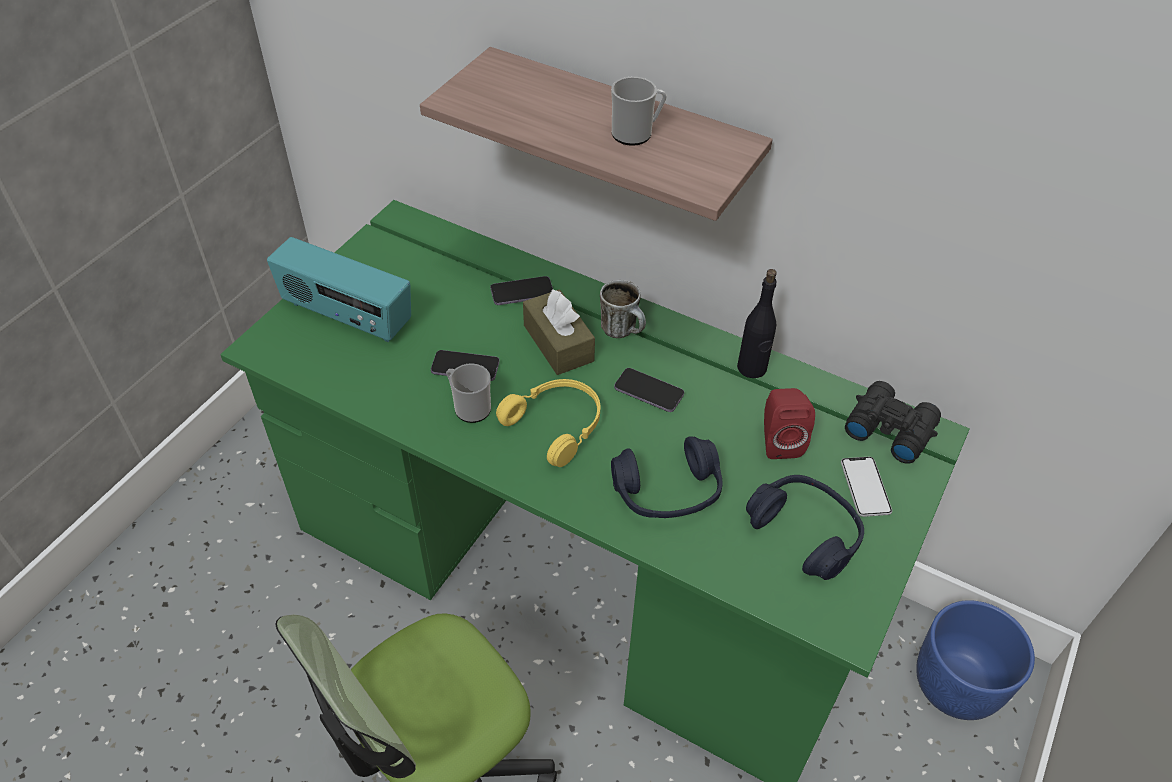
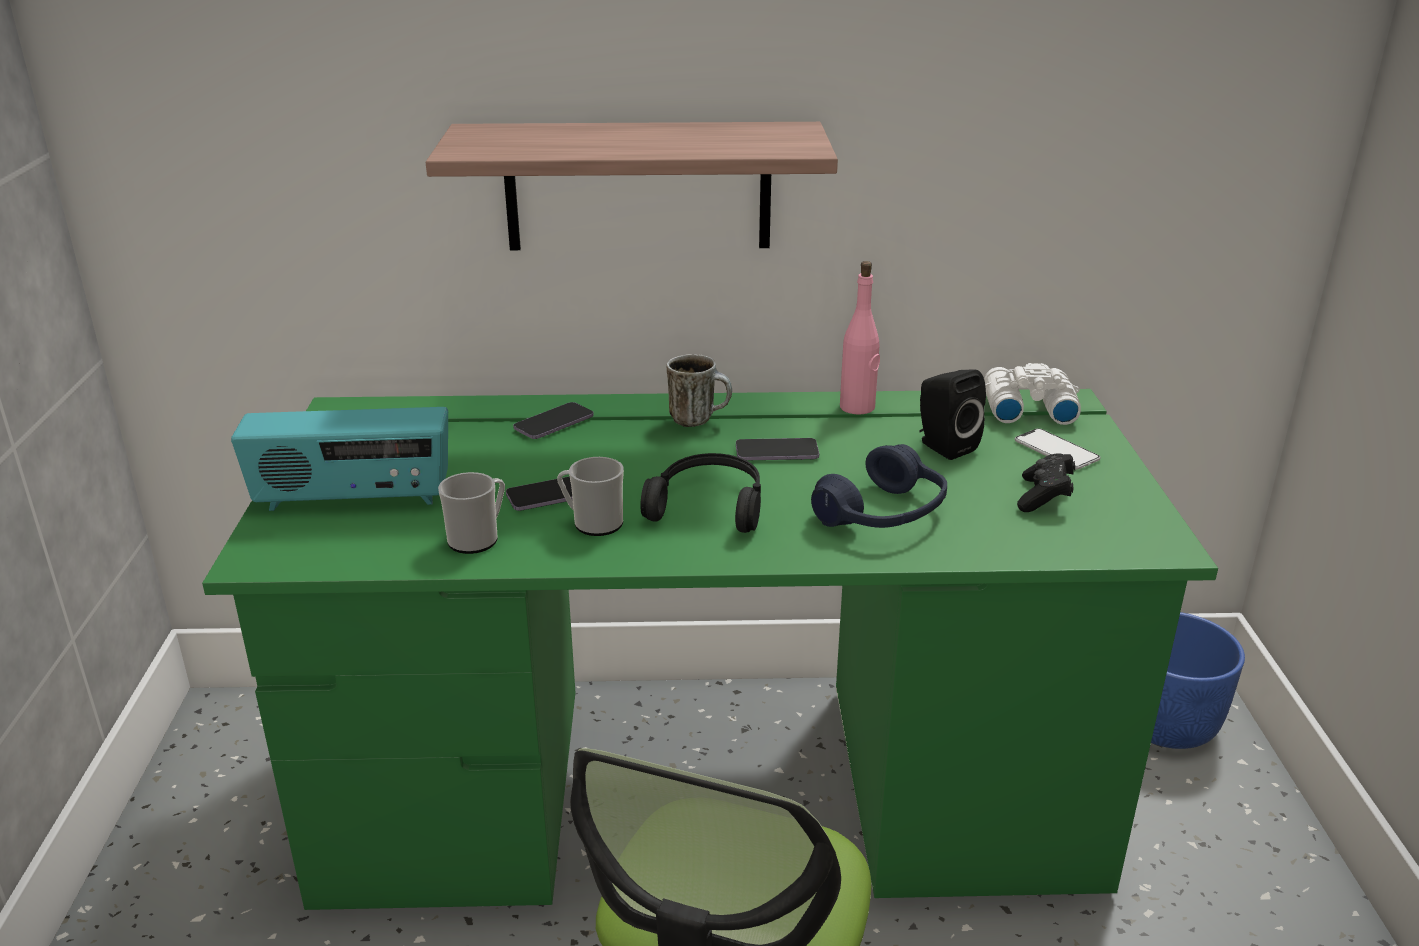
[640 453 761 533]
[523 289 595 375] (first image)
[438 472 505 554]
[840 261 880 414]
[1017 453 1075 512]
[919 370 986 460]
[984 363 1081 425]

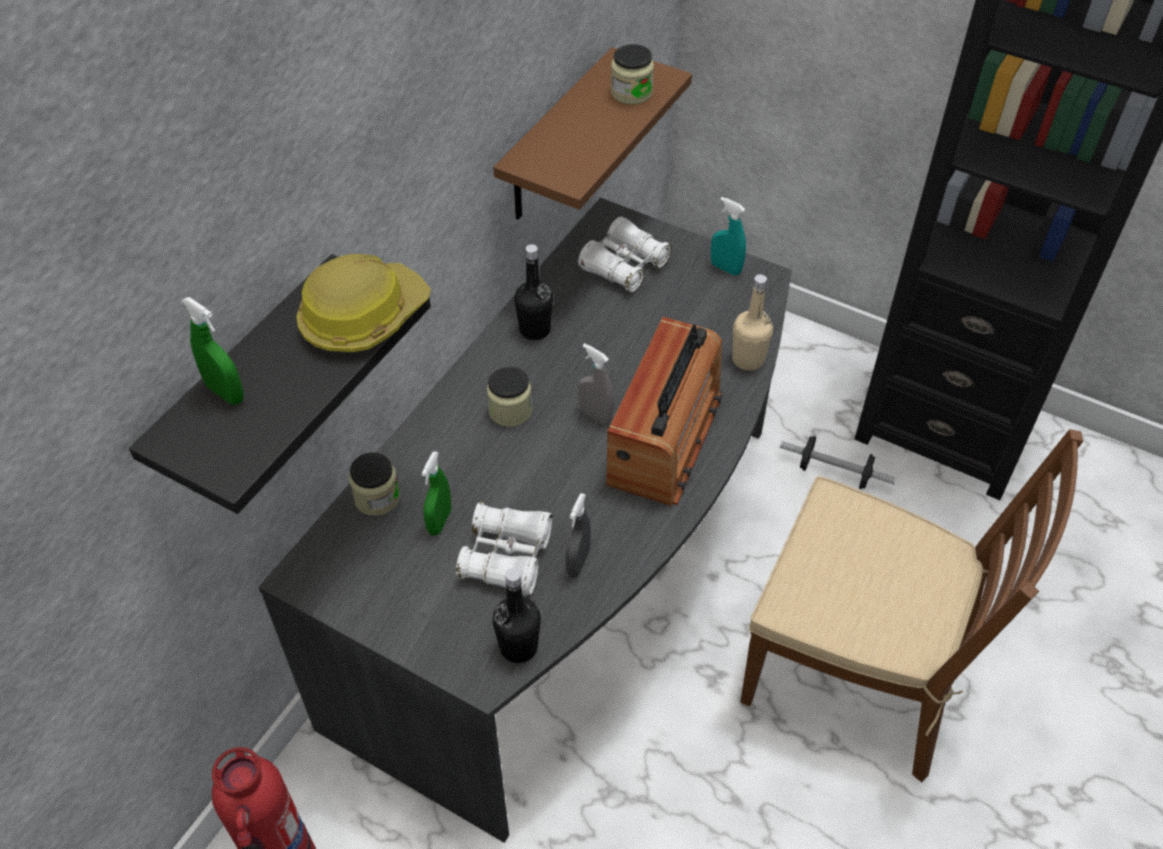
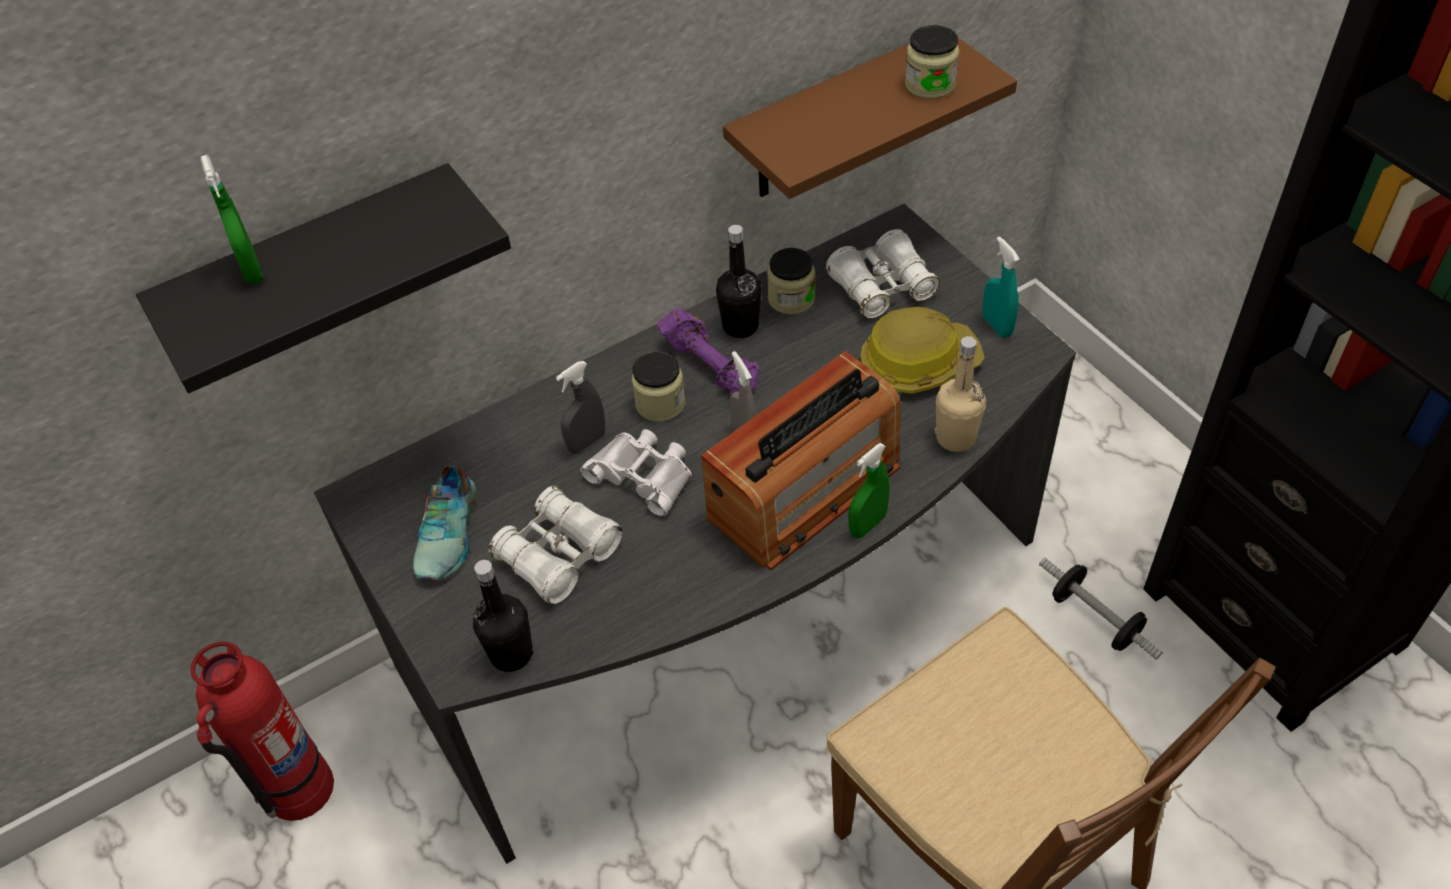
[860 307 985 394]
[767 248 815 315]
[848 443 890 538]
[556 361 605 454]
[413 465 476 580]
[580 429 692 517]
[657 308 759 397]

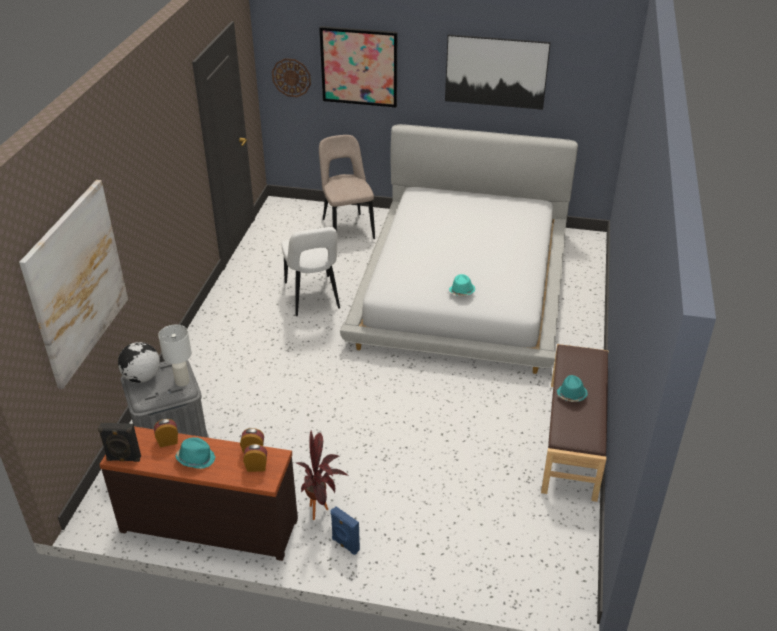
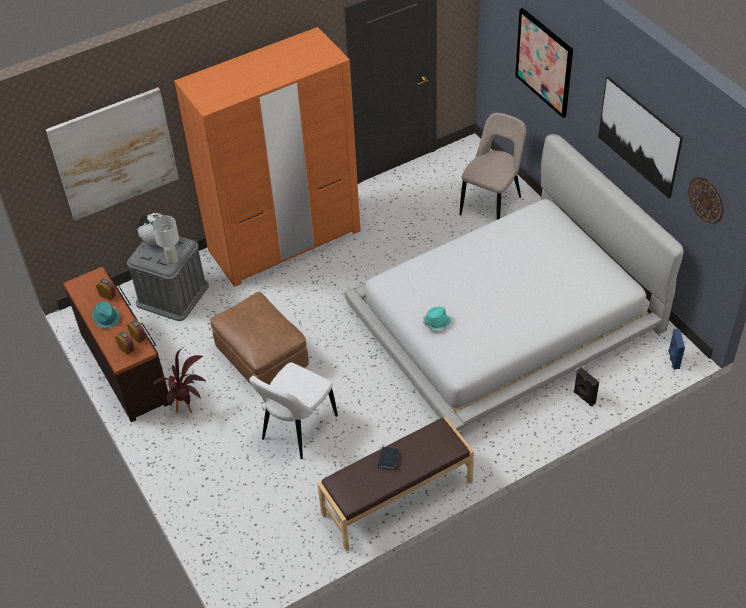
[574 368 599 406]
[688 177 724 224]
[249 362 338 459]
[668 329 685 370]
[378 447 399 470]
[174 27 361 287]
[210 292 309 385]

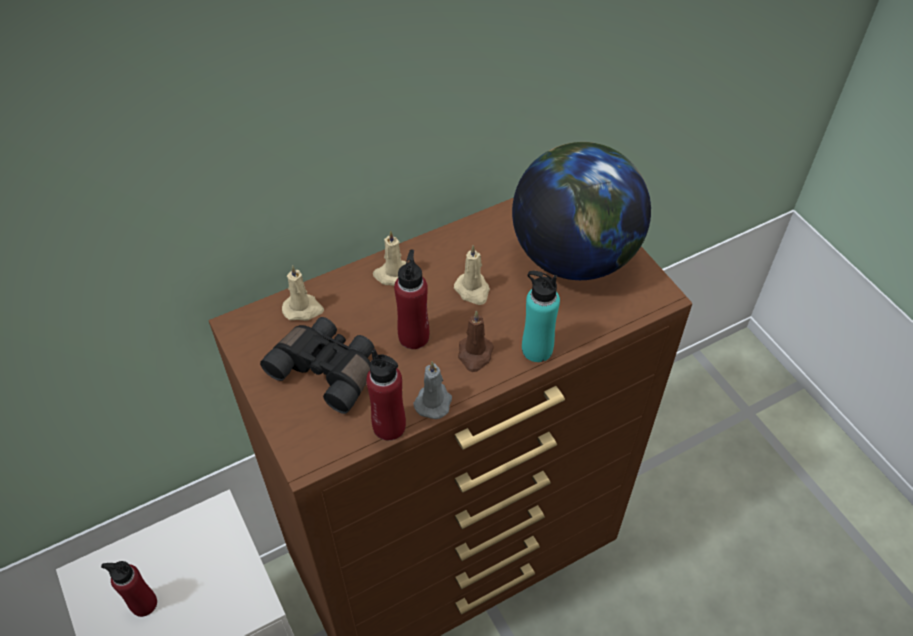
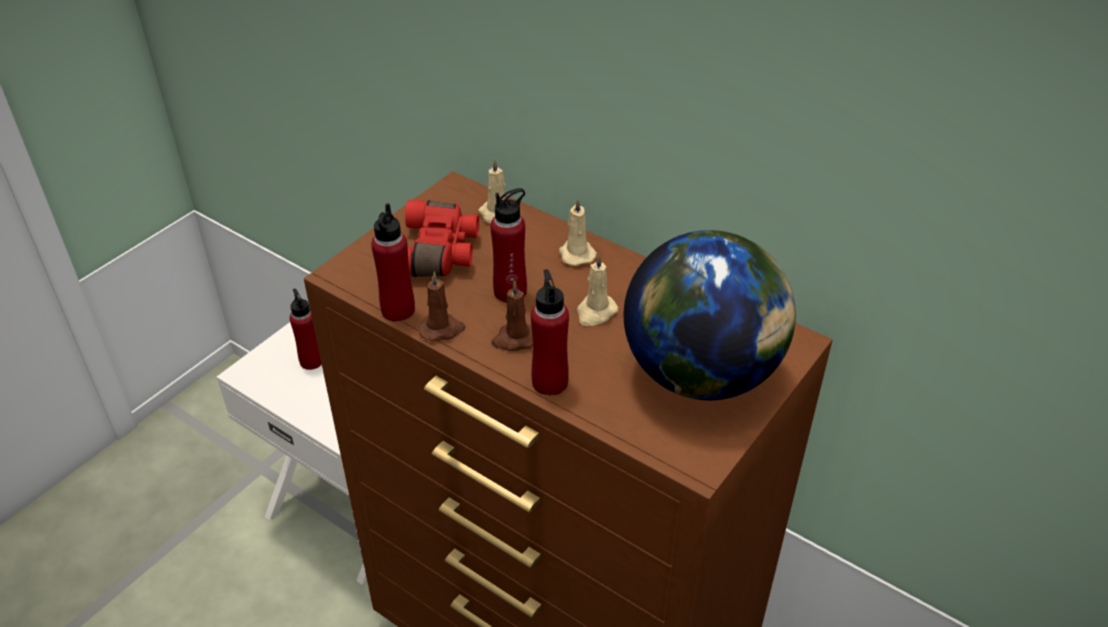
[405 200 479 277]
[418 271 466 341]
[531 269 569 396]

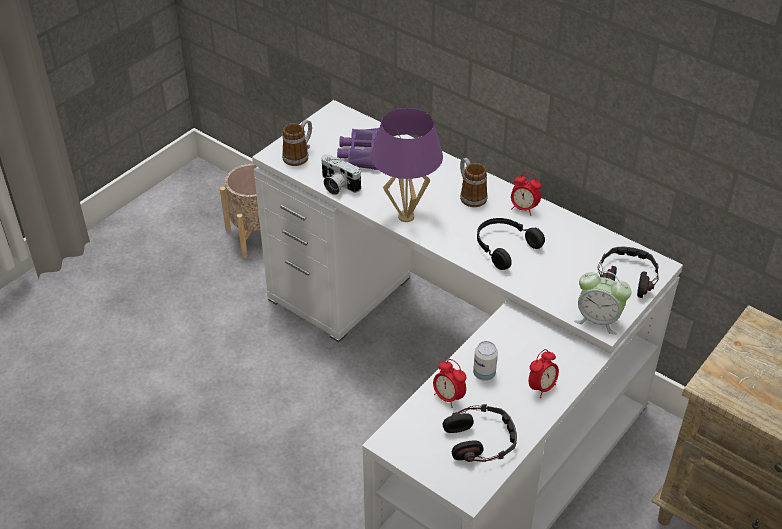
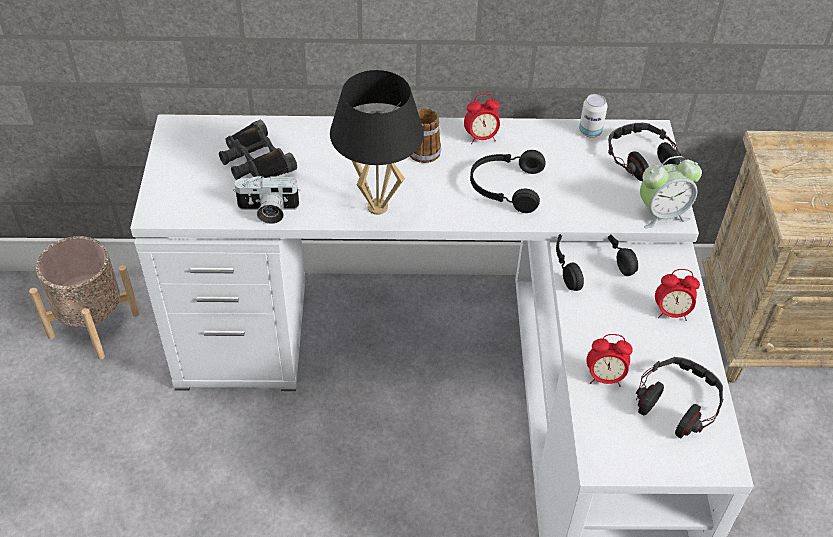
[282 120 312 166] (first image)
[219 120 297 180]
[330 70 424 215]
[579 94 608 137]
[655 269 700 321]
[556 234 638 291]

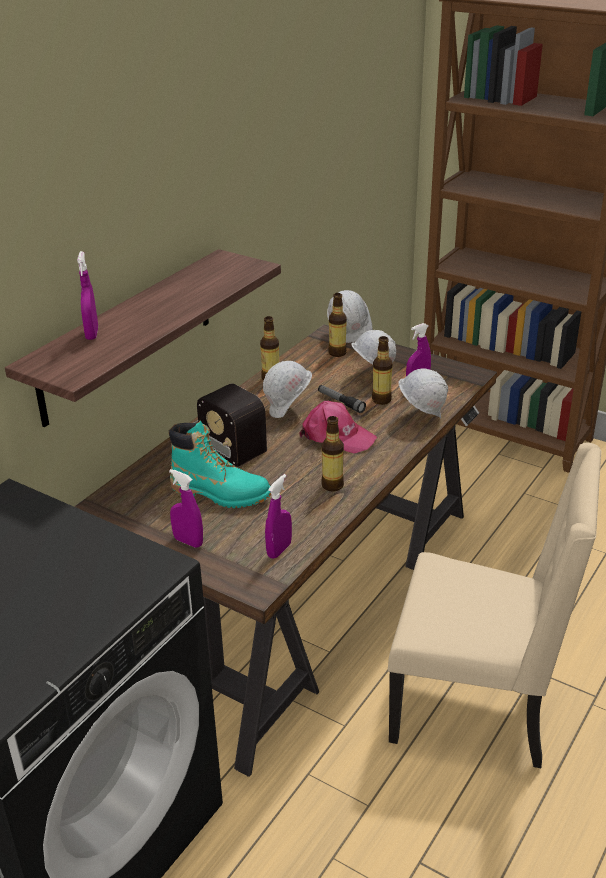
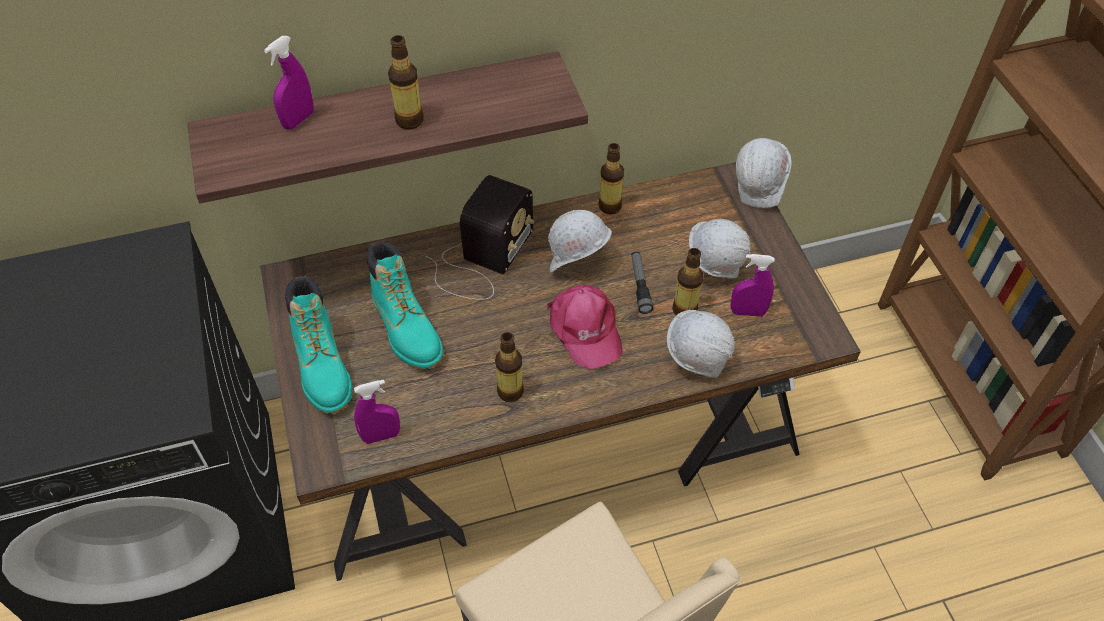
[285 276 352 414]
[426 175 534 300]
[388 35 424 129]

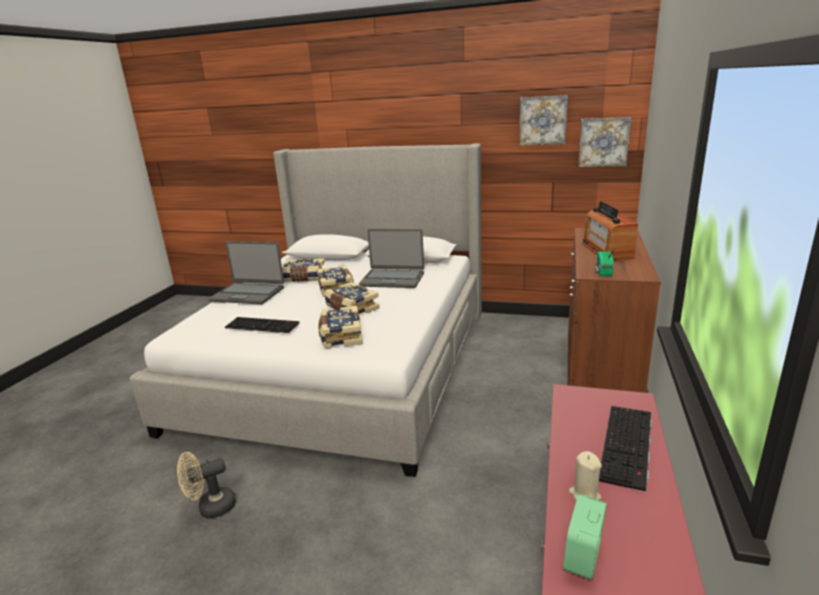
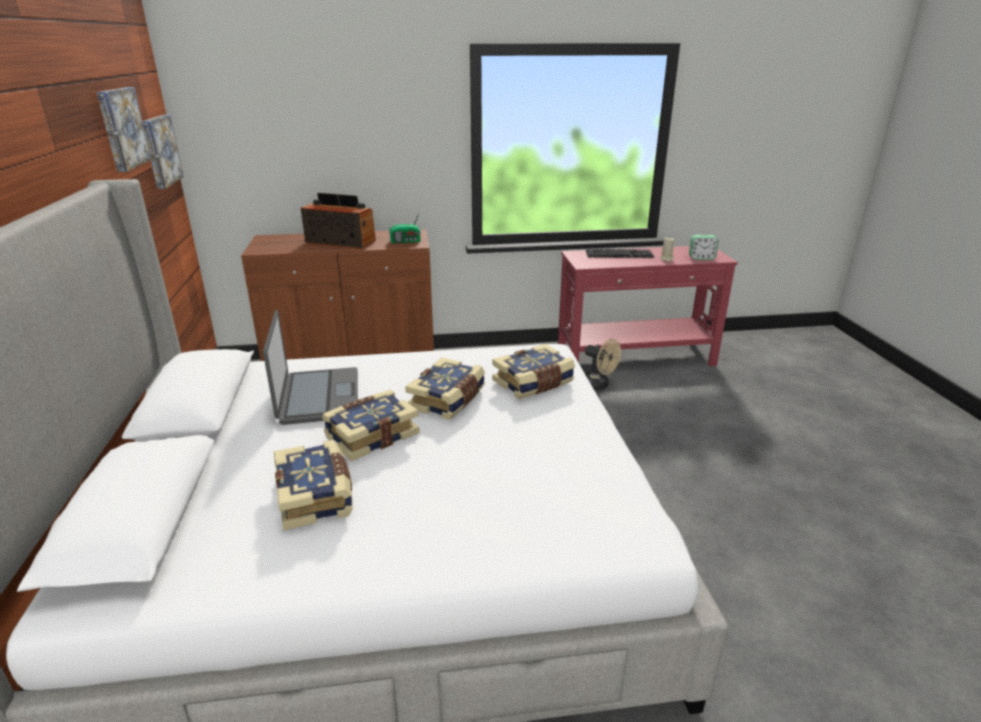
[585 339 621 390]
[209 241 284 304] (first image)
[225 317 300 333] (first image)
[301 193 376 249]

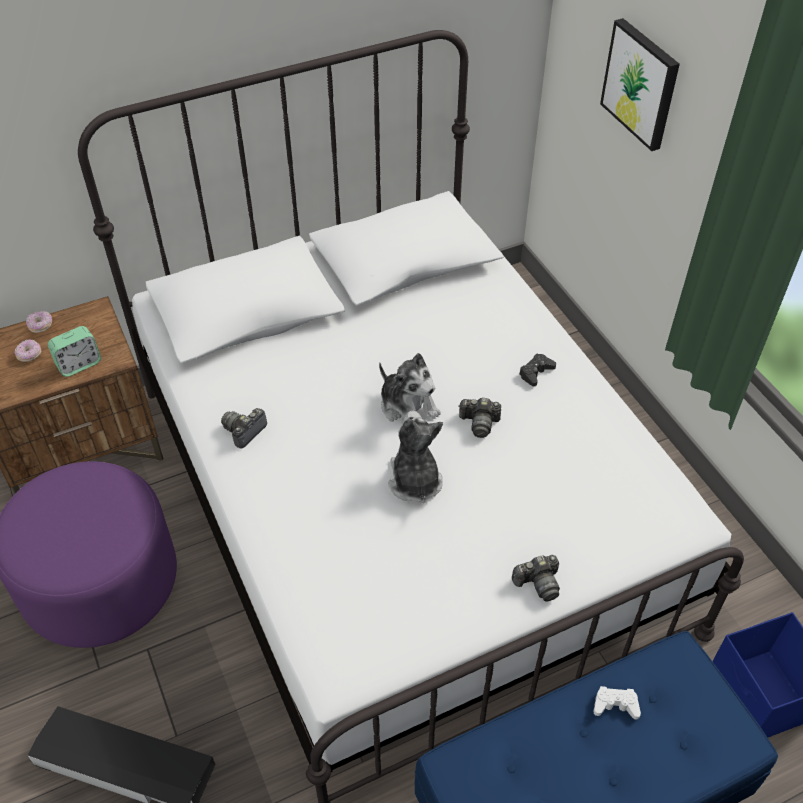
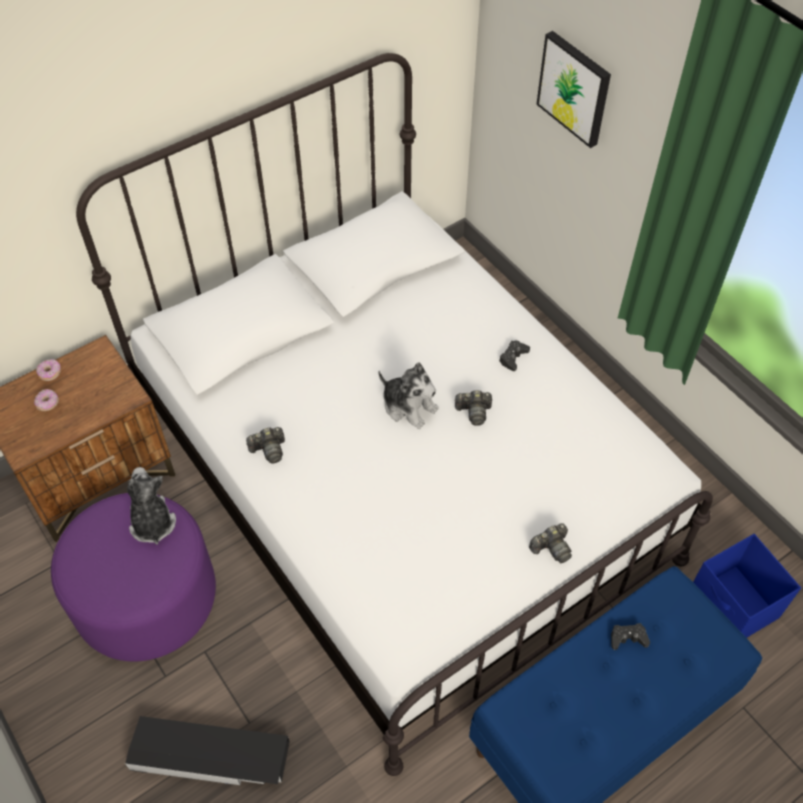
[48 326 101 377] (first image)
[246 427 285 464]
[127 467 176 545]
[611 623 650 650]

